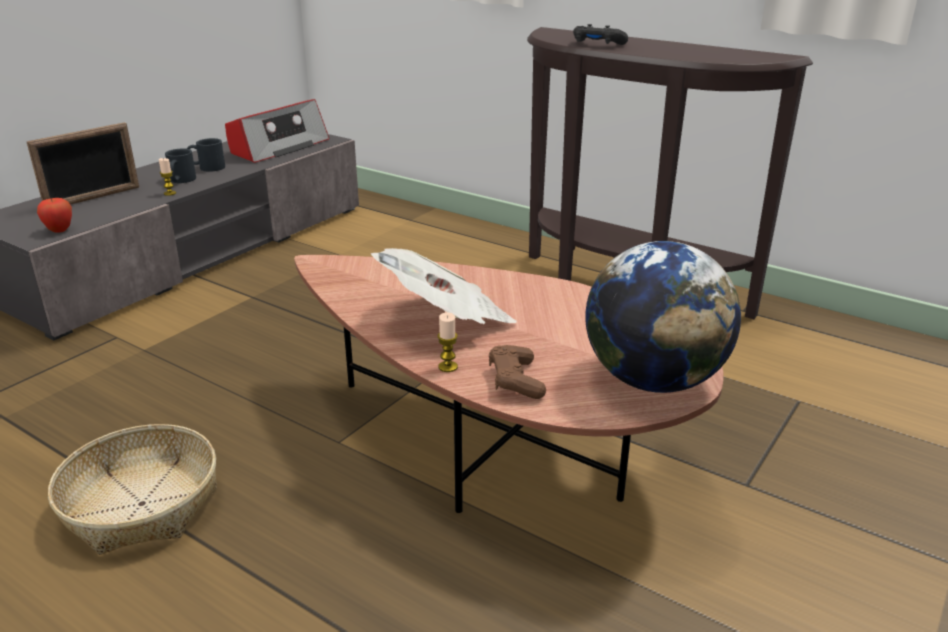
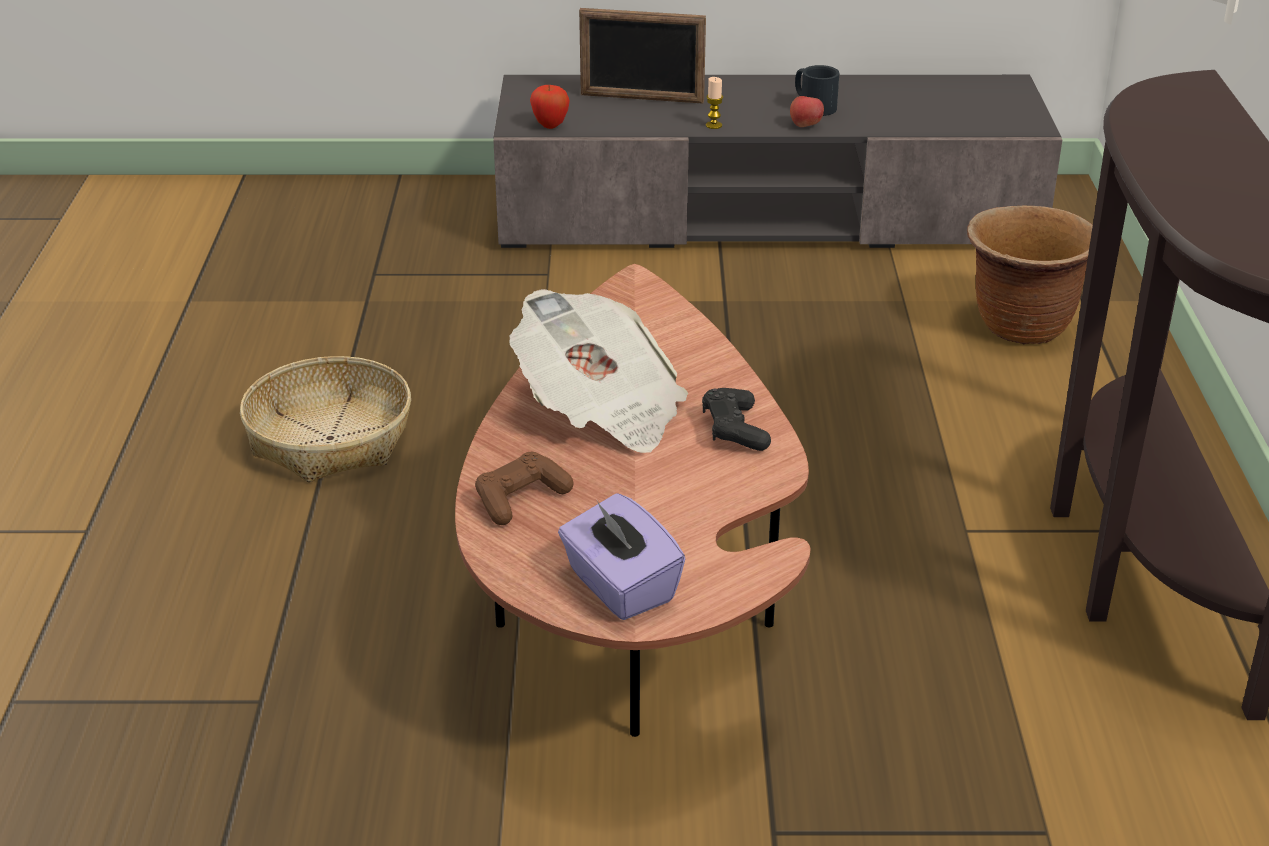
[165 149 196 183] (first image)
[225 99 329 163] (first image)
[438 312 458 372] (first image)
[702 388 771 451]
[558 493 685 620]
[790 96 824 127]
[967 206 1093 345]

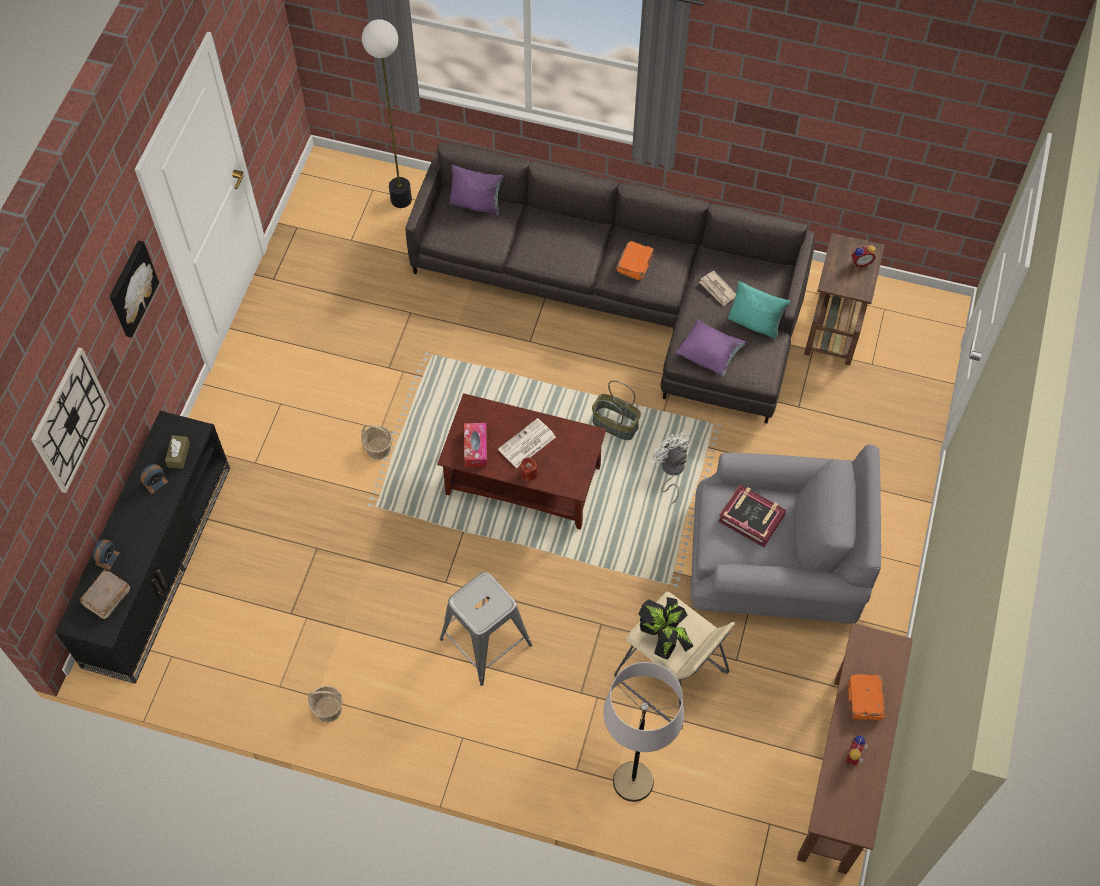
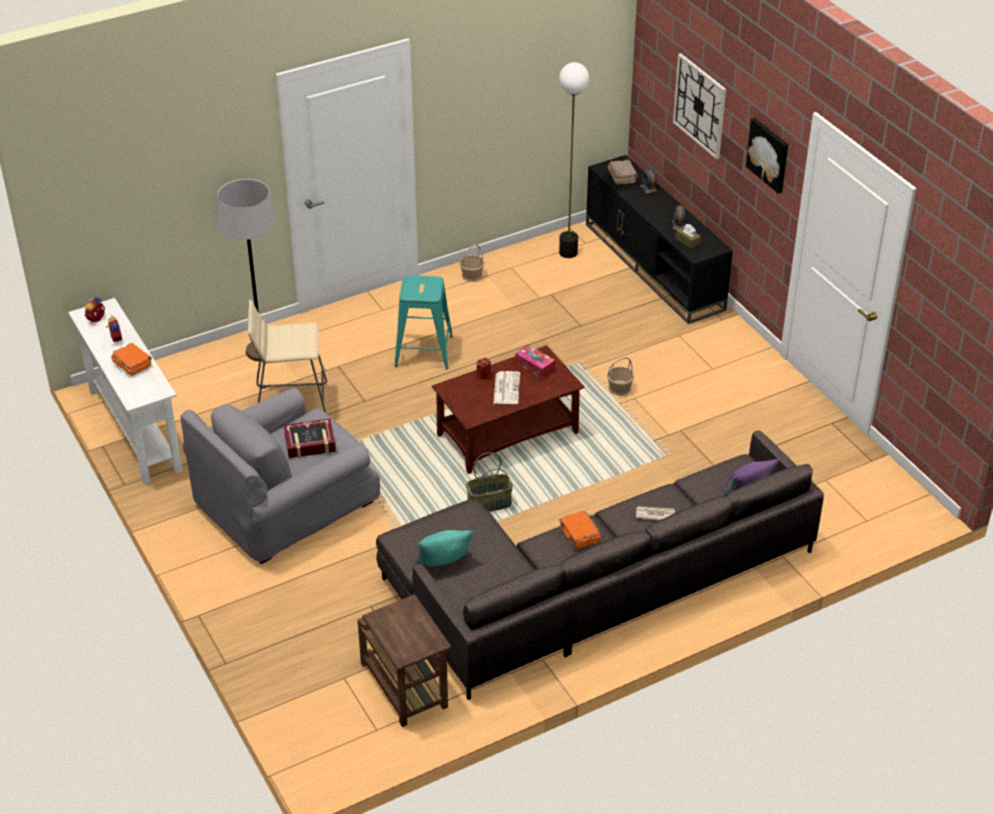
[559 62 589 258]
[394 275 453 369]
[638 597 694 659] (first image)
[653 431 691 504] (first image)
[676 319 747 376] (first image)
[636 506 675 521]
[68 298 183 484]
[85 296 105 323]

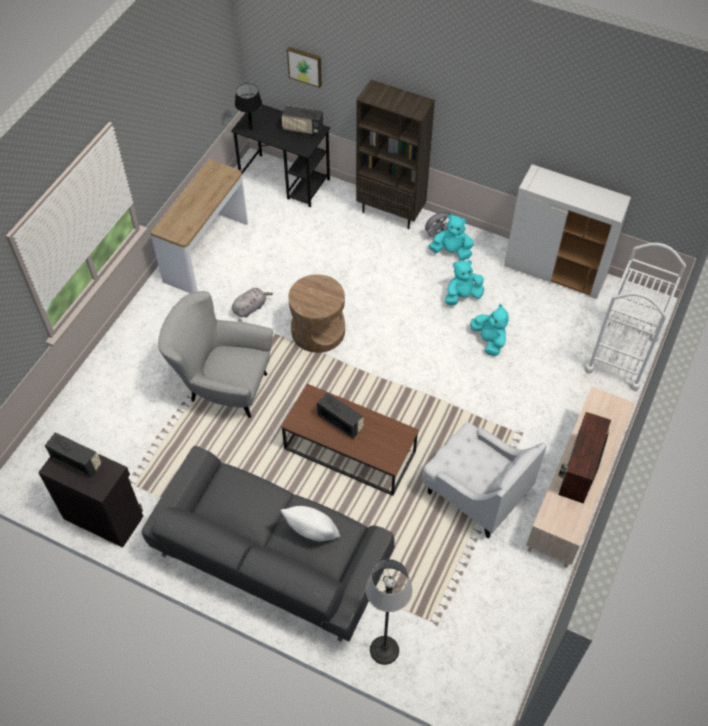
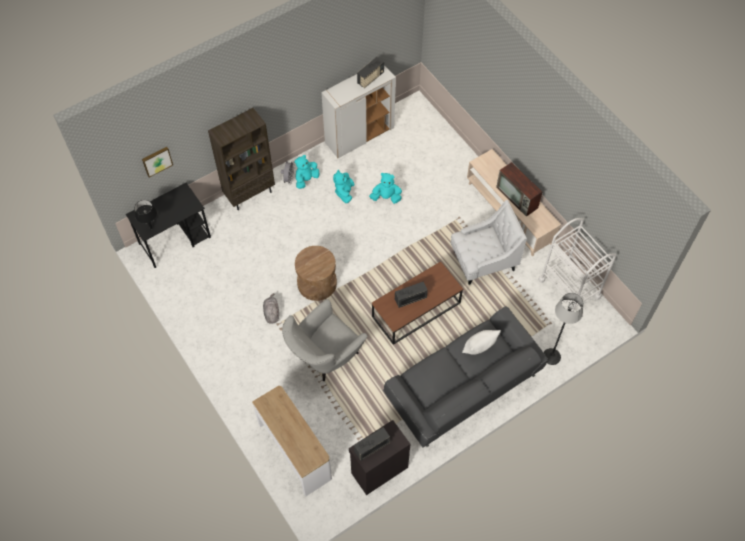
[252 386 332 496]
[357 57 384 88]
[538 218 617 312]

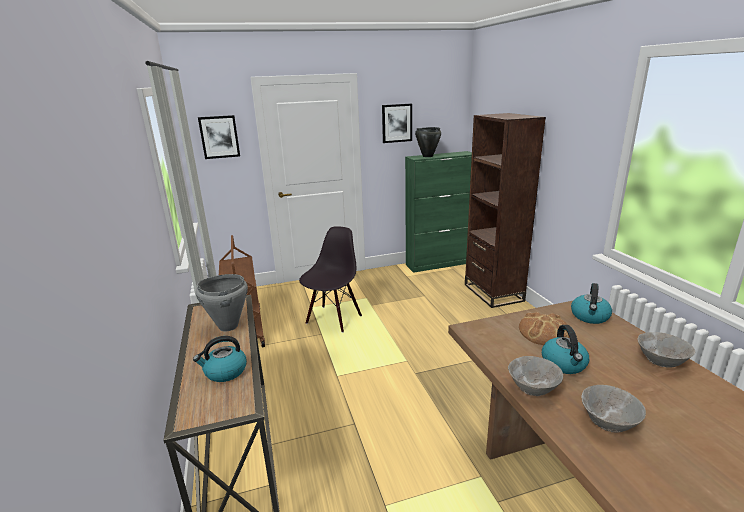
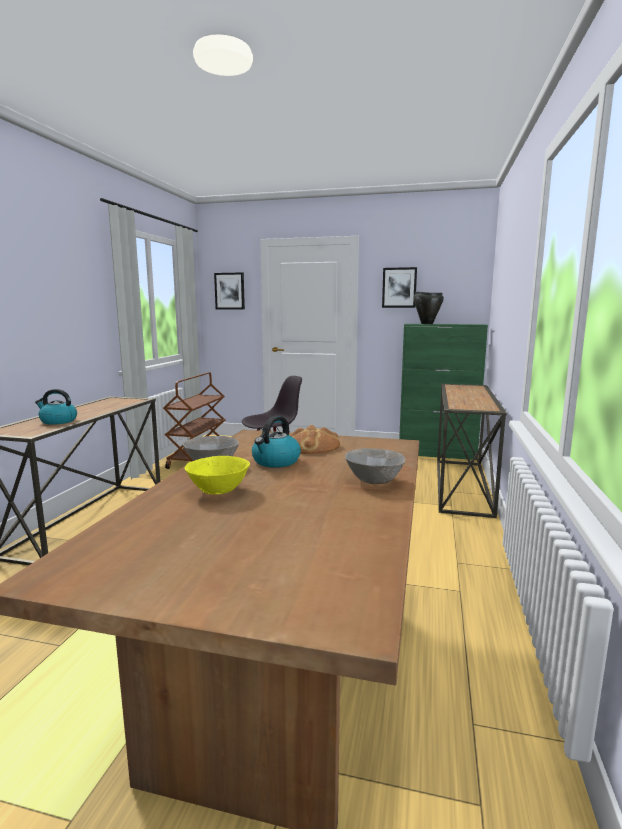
[196 274 248 331] (first image)
[437 384 507 518]
[571 283 612 324] (first image)
[185 456 250 494]

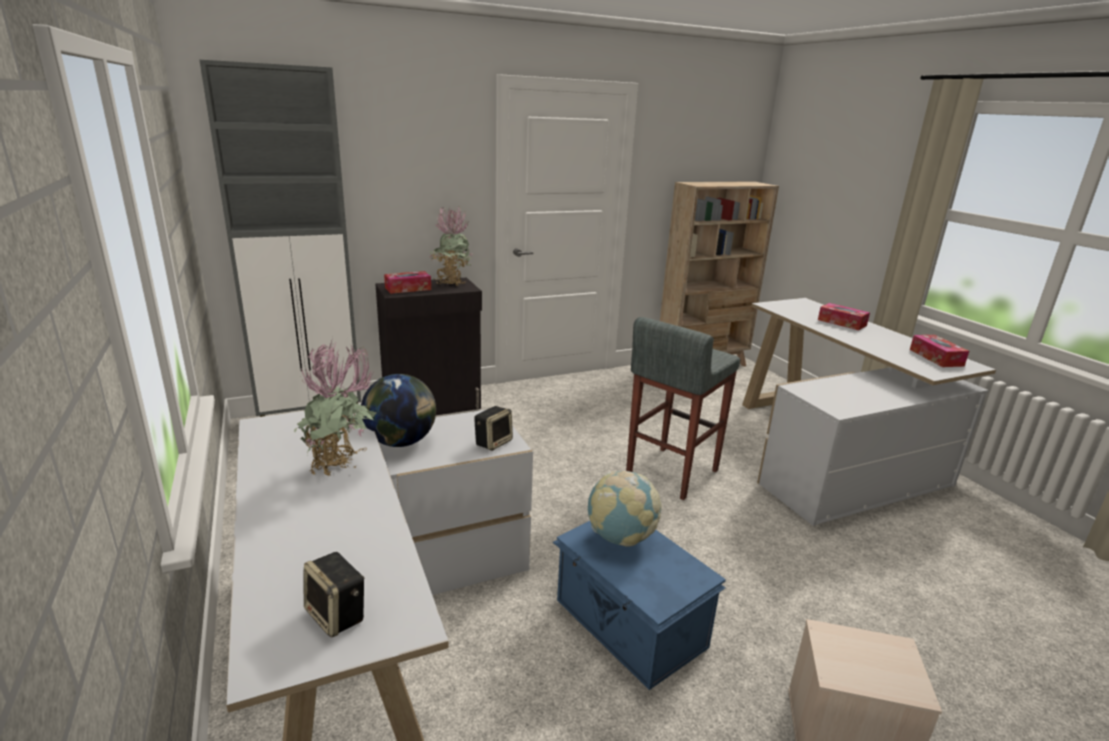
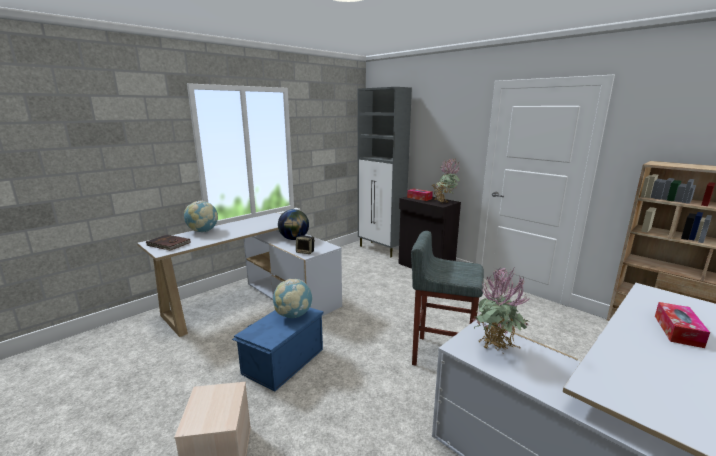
[473 268 531 354]
[146 234 190 251]
[910 335 969 367] (first image)
[184 200 218 232]

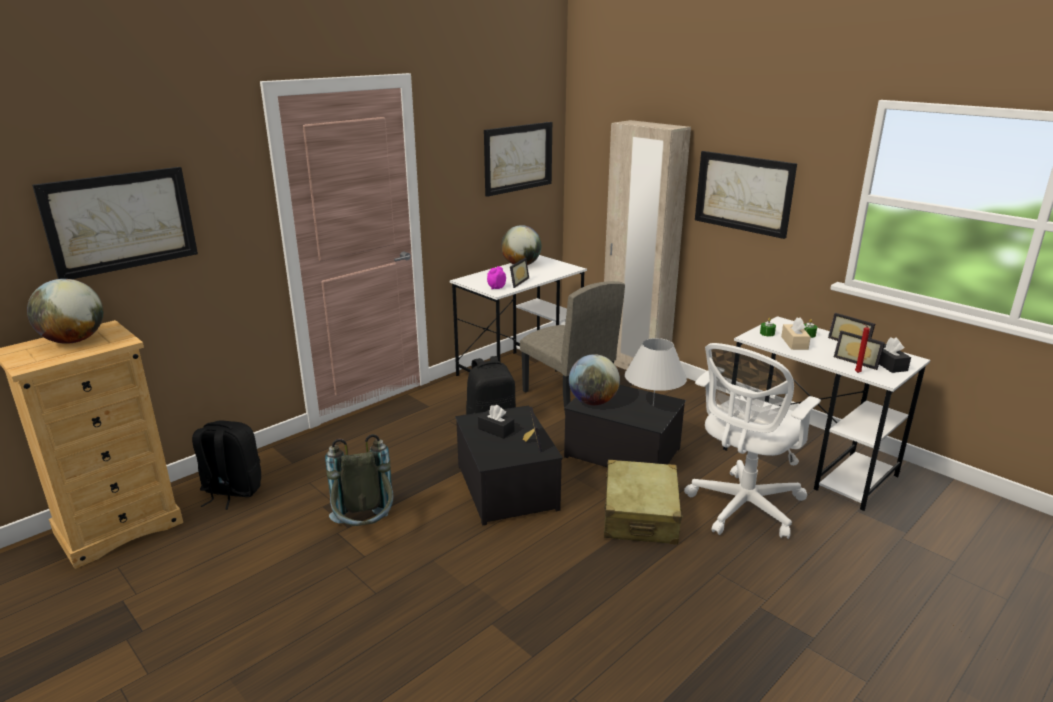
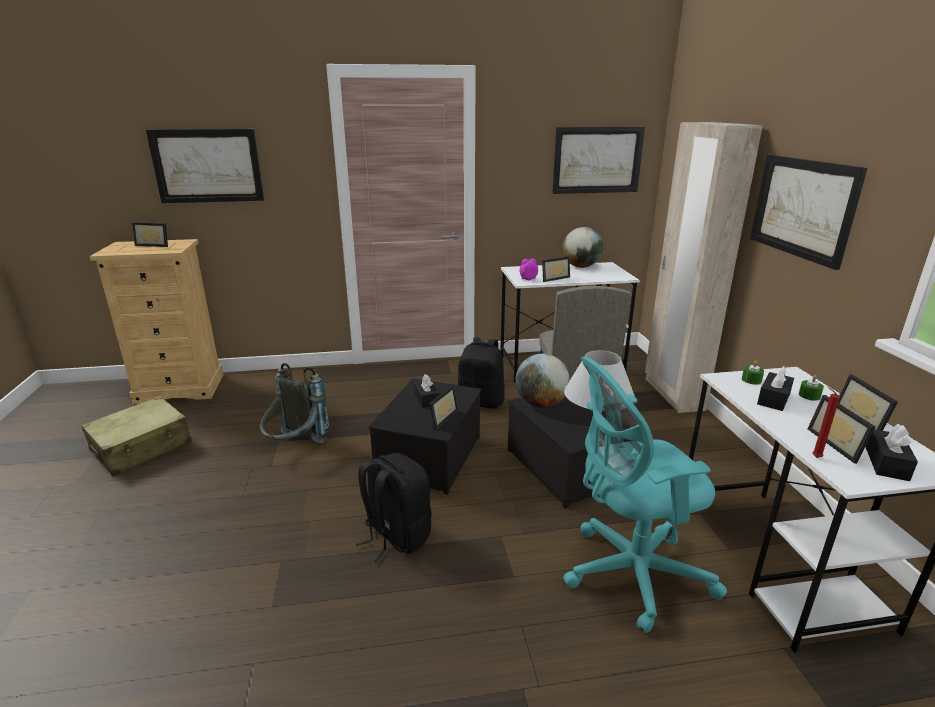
[132 222 168 247]
[356 453 431 562]
[81 396 192 476]
[563 356 727 633]
[757 366 794 411]

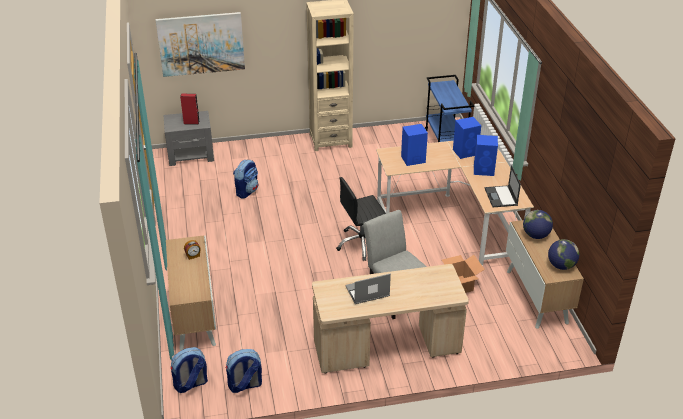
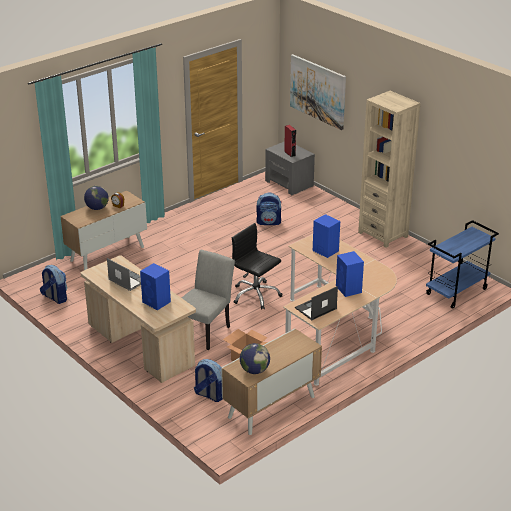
[194 359 223 402]
[140 263 171 310]
[84 186 109 210]

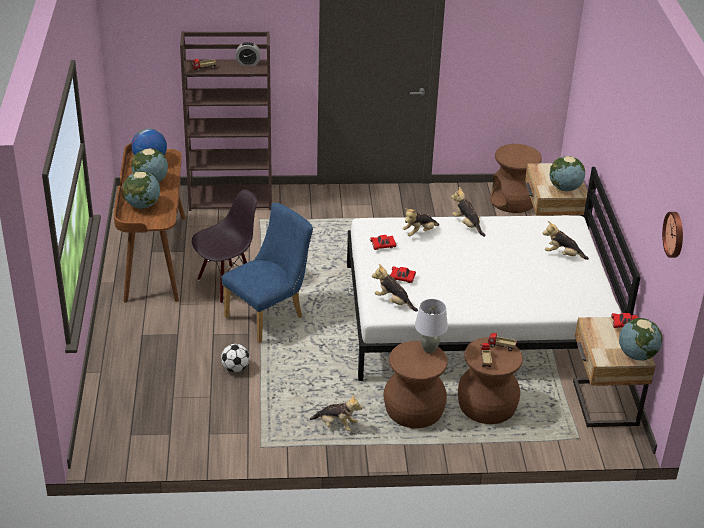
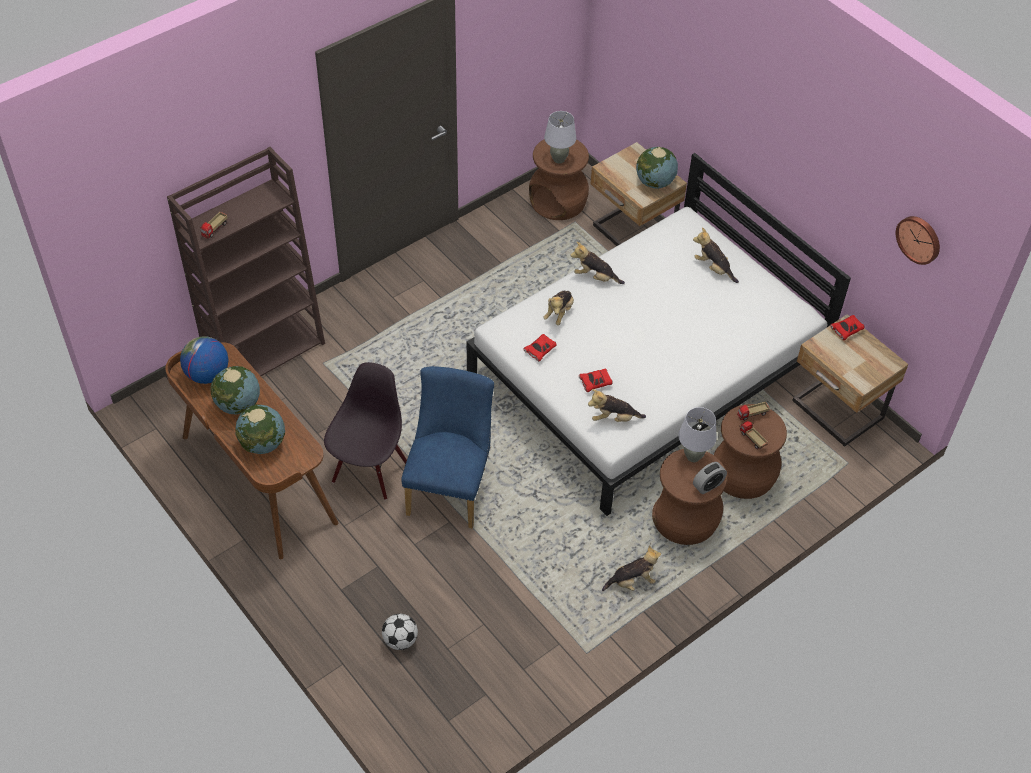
[382 614 418 650]
[693 462 727 494]
[693 227 739 283]
[619 318 663 361] (first image)
[544 111 576 164]

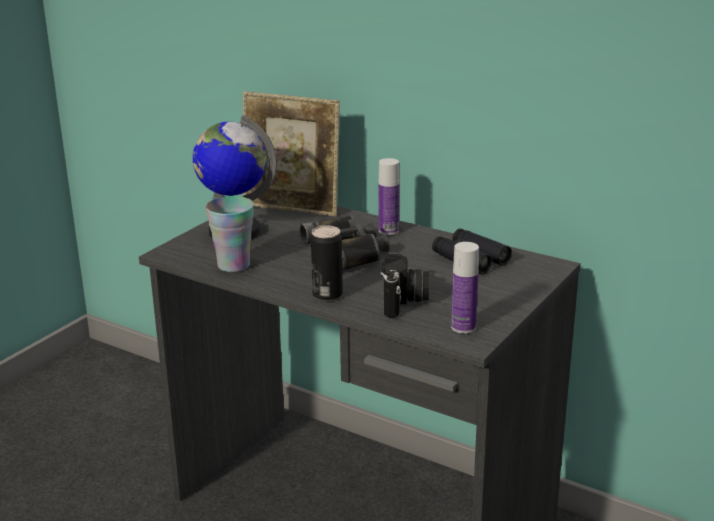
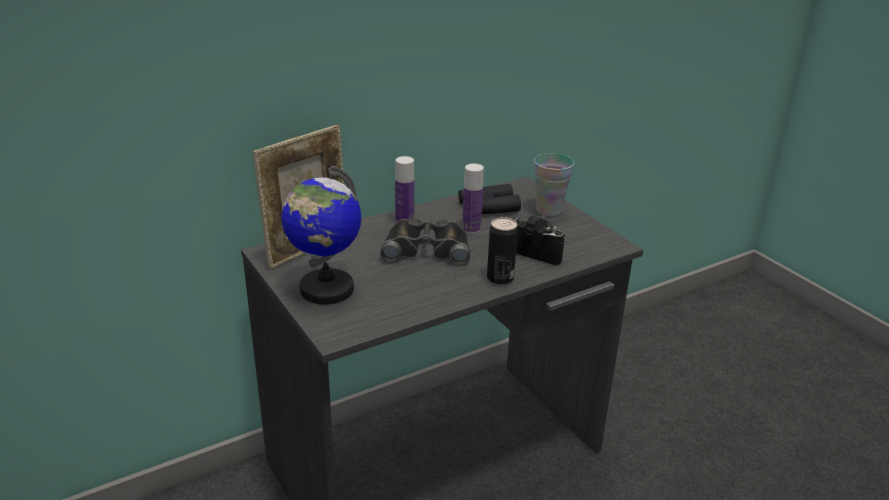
[534 153 574 216]
[462 163 484 234]

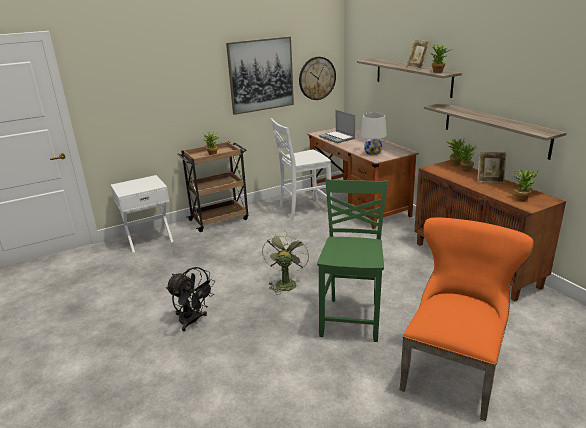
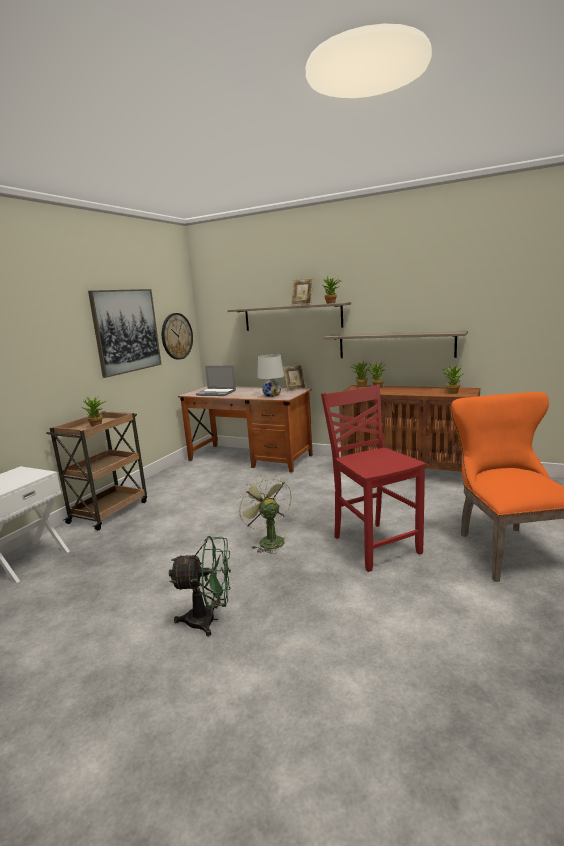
[169 536 231 637]
[271 118 332 220] (first image)
[321 384 425 572]
[283 365 306 391]

